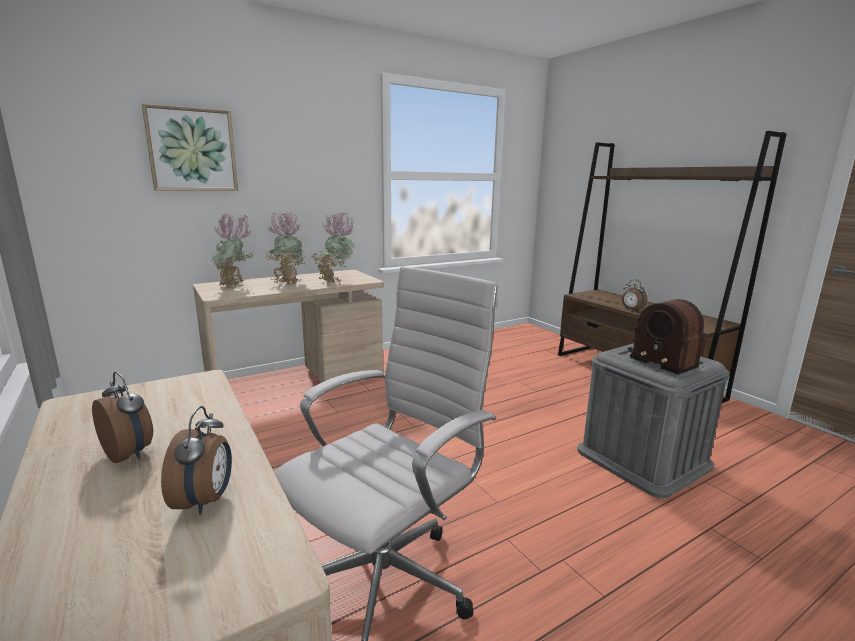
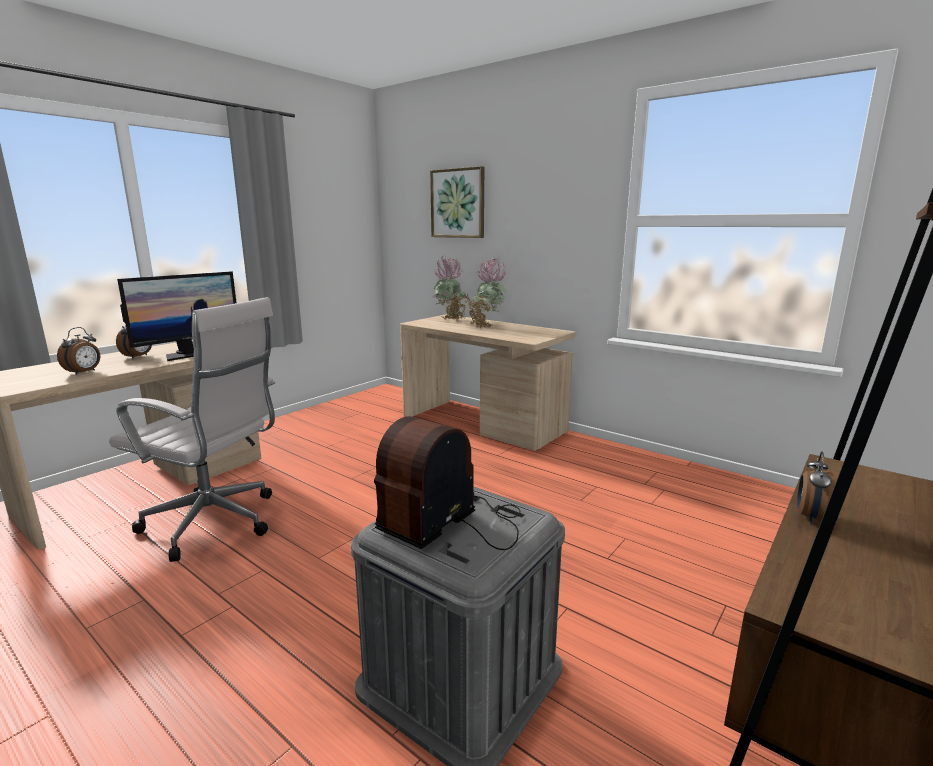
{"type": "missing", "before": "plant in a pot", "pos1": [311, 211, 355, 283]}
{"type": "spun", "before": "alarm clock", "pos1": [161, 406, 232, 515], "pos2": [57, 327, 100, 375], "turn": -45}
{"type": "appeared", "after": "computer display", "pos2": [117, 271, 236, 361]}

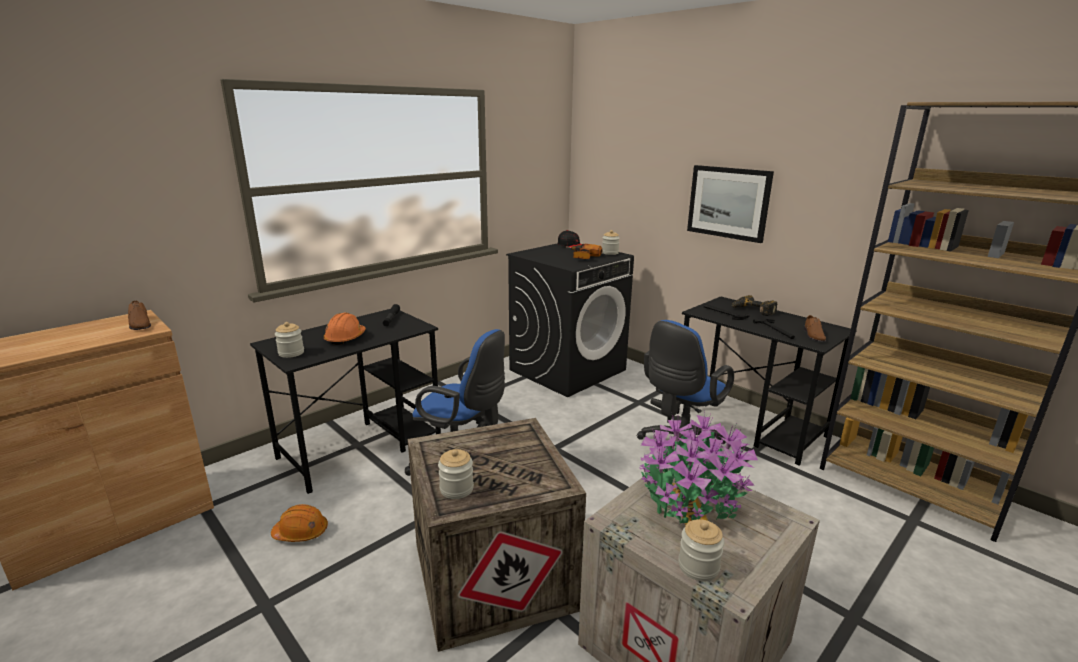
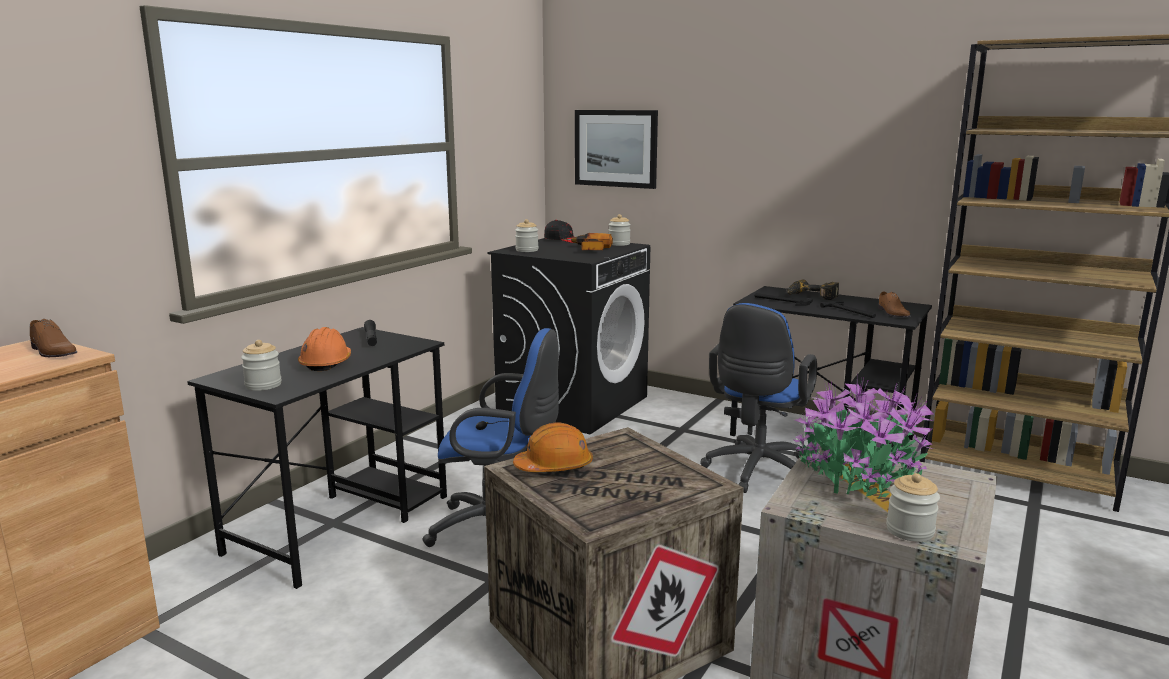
{"type": "relocated", "before": "wall art", "pos1": [687, 165, 774, 243], "pos2": [575, 110, 658, 189]}
{"type": "relocated", "before": "preserve jar", "pos1": [438, 449, 474, 499], "pos2": [515, 219, 539, 252]}
{"type": "relocated", "before": "orange hard hat", "pos1": [271, 504, 328, 542], "pos2": [513, 423, 593, 472]}

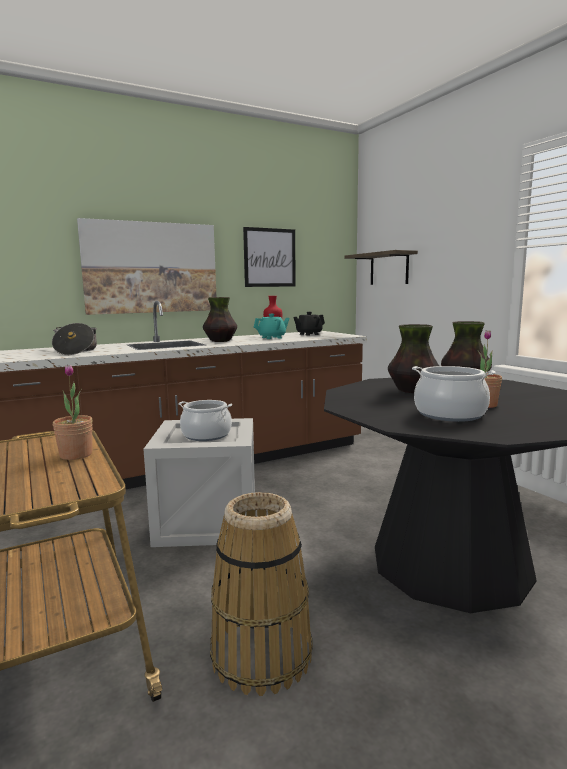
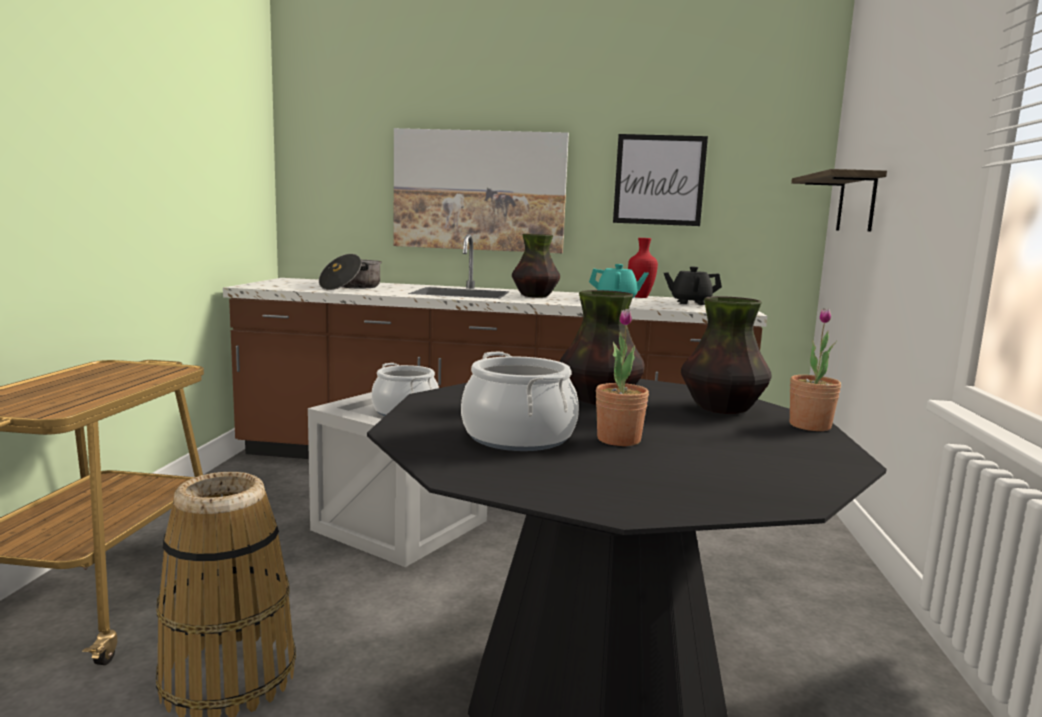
{"type": "relocated", "before": "plant in a pot", "pos1": [53, 365, 93, 460], "pos2": [790, 308, 841, 431]}

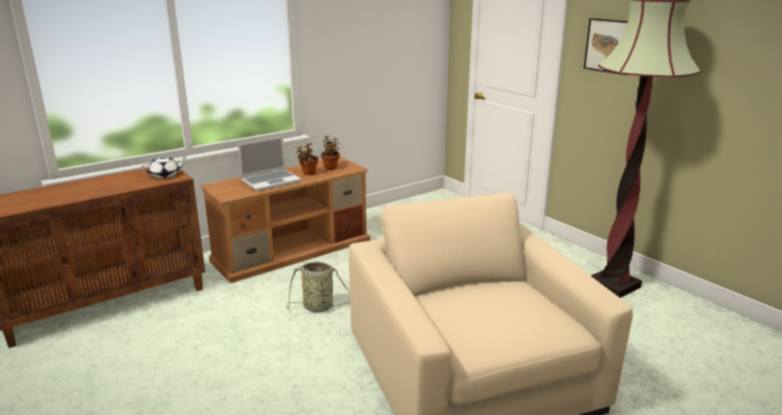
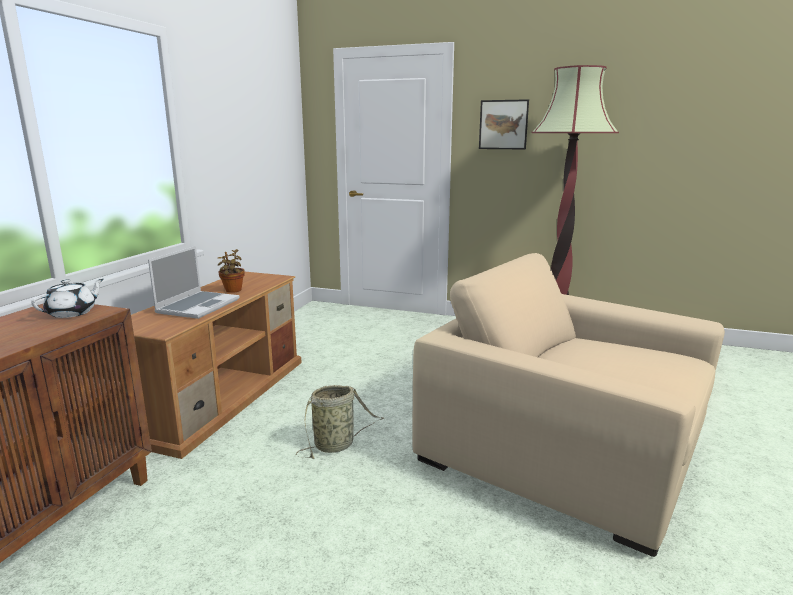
{"type": "missing", "before": "plant in a pot", "pos1": [321, 135, 340, 170]}

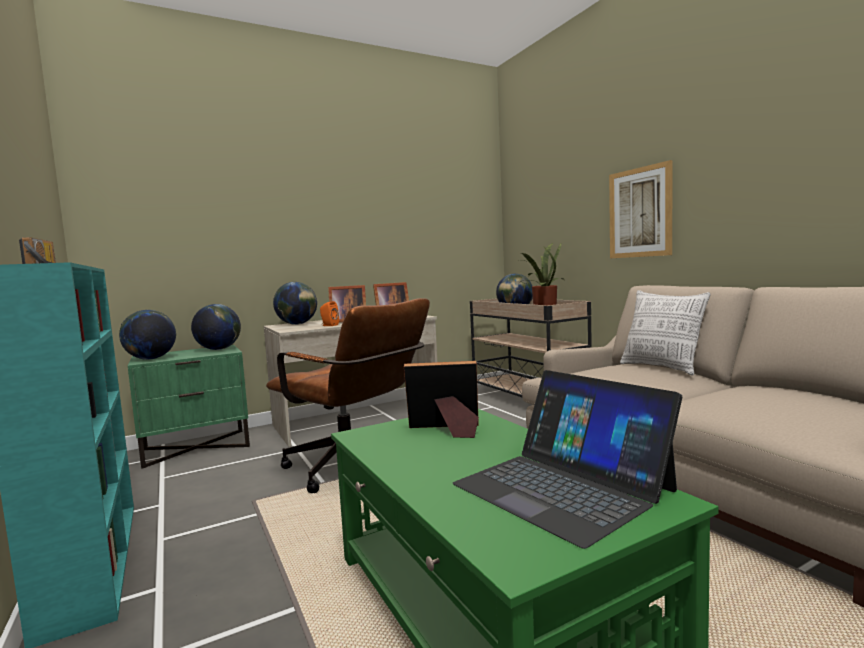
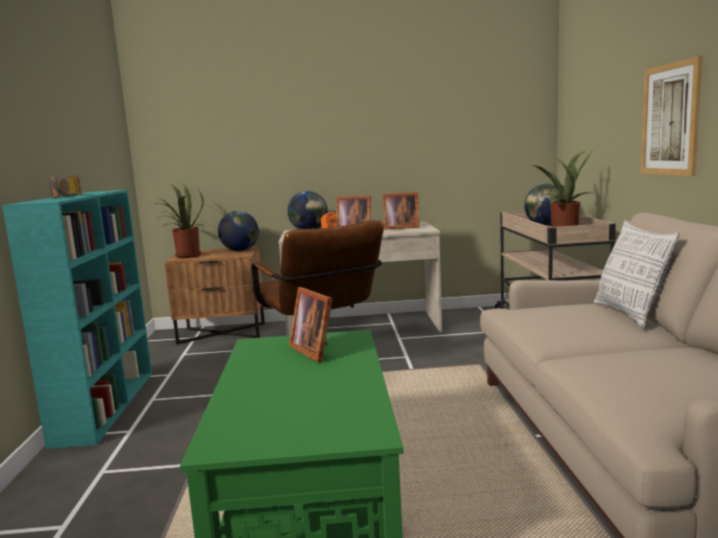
{"type": "exchanged", "before": "desk globe", "after": "plant in a pot", "pos1": [119, 310, 176, 360], "pos2": [152, 184, 204, 258]}
{"type": "colour", "before": "green-coloured night table", "after": "brown night table", "pos1": [128, 345, 250, 469], "pos2": [165, 247, 265, 345]}
{"type": "spun", "before": "standing frame", "pos1": [404, 361, 479, 438], "pos2": [289, 287, 332, 362], "turn": -150}
{"type": "missing", "before": "laptop", "pos1": [452, 370, 682, 549]}

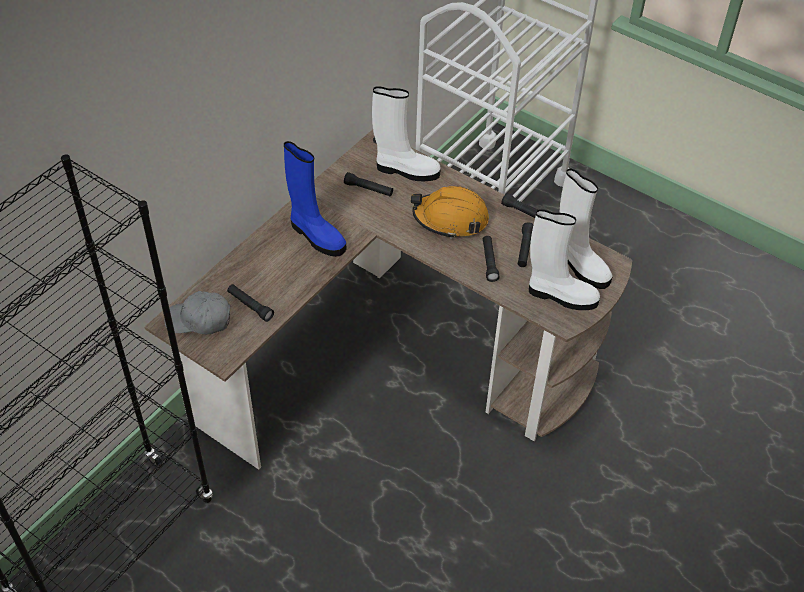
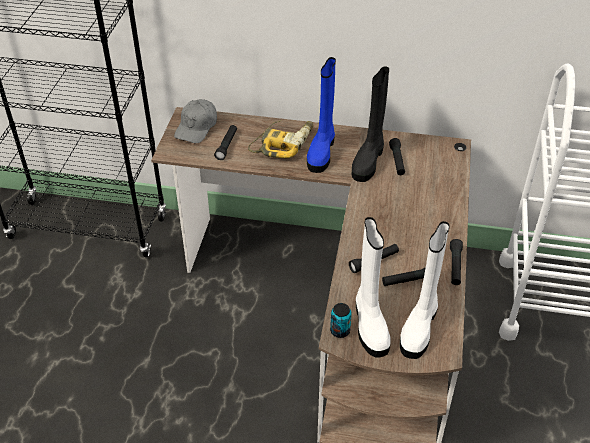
{"type": "missing", "before": "white high-top boot", "pos1": [372, 86, 441, 182]}
{"type": "missing", "before": "orange hard hat", "pos1": [411, 186, 489, 239]}
{"type": "spun", "before": "gray baseball cap", "pos1": [164, 291, 230, 334], "pos2": [174, 99, 217, 143], "turn": -135}
{"type": "appeared", "after": "black high-top boot", "pos2": [352, 66, 389, 182]}
{"type": "appeared", "after": "drill", "pos2": [248, 120, 314, 158]}
{"type": "appeared", "after": "metal can", "pos2": [330, 303, 352, 338]}

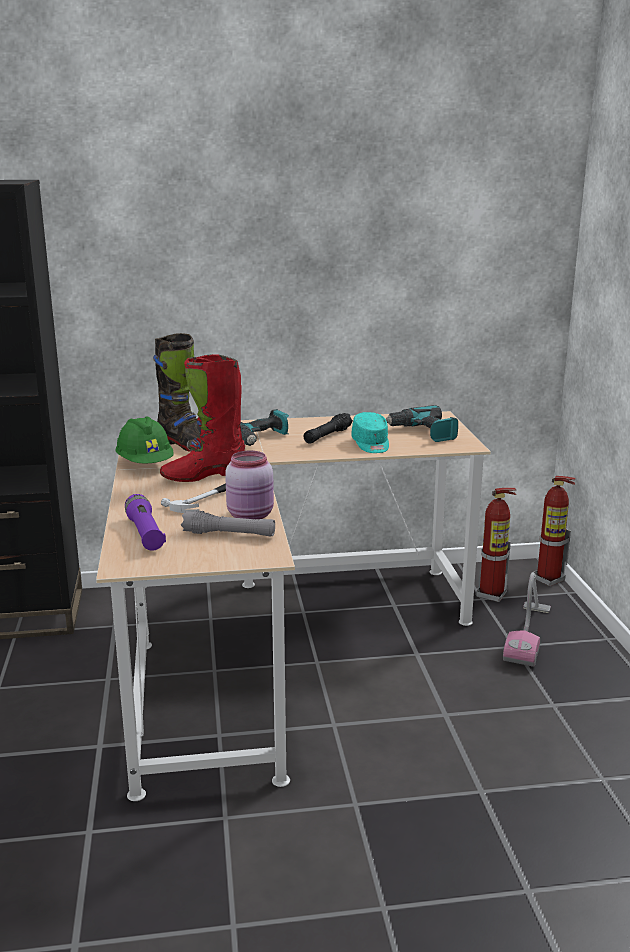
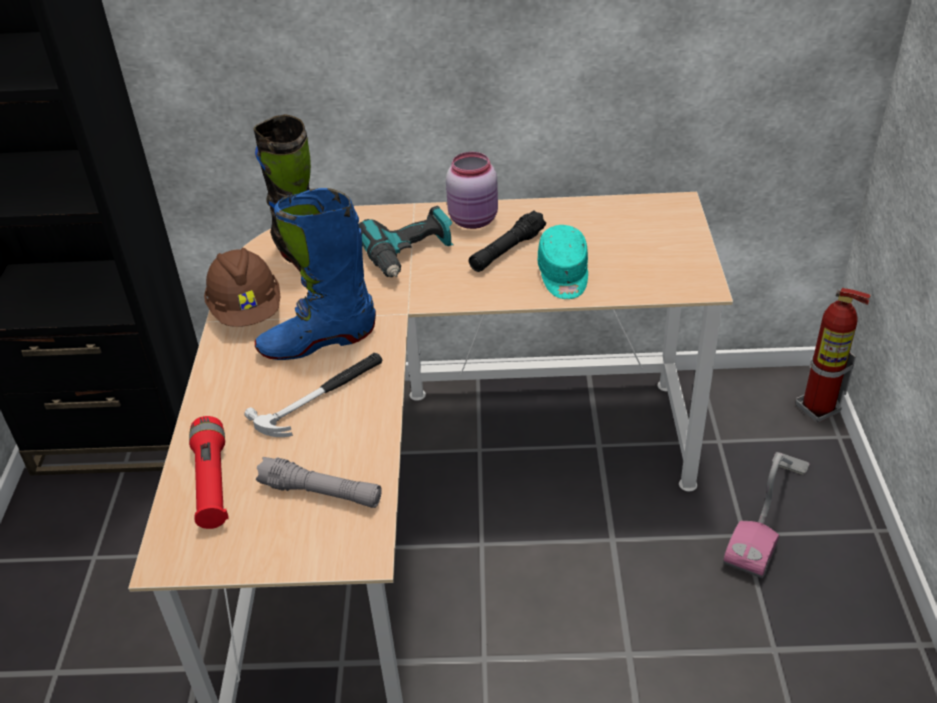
{"type": "colour", "before": "reddish high-top boot", "after": "blue high-top boot", "pos1": [160, 354, 245, 482], "pos2": [255, 188, 376, 360]}
{"type": "missing", "before": "drill", "pos1": [386, 405, 458, 442]}
{"type": "colour", "before": "green-coloured hard hat", "after": "brown hard hat", "pos1": [116, 416, 174, 463], "pos2": [204, 248, 280, 327]}
{"type": "relocated", "before": "pink preserve jar", "pos1": [225, 450, 274, 519], "pos2": [446, 152, 498, 229]}
{"type": "missing", "before": "fire-fighting cylinder", "pos1": [476, 488, 516, 602]}
{"type": "colour", "before": "purple-coloured hand torch", "after": "reddish hand torch", "pos1": [125, 494, 166, 551], "pos2": [189, 416, 229, 529]}

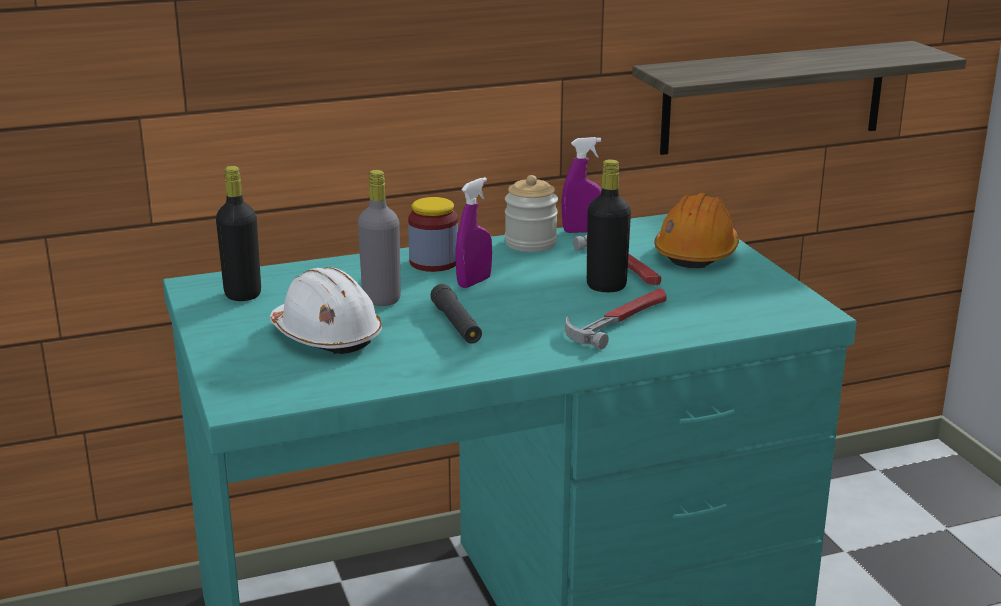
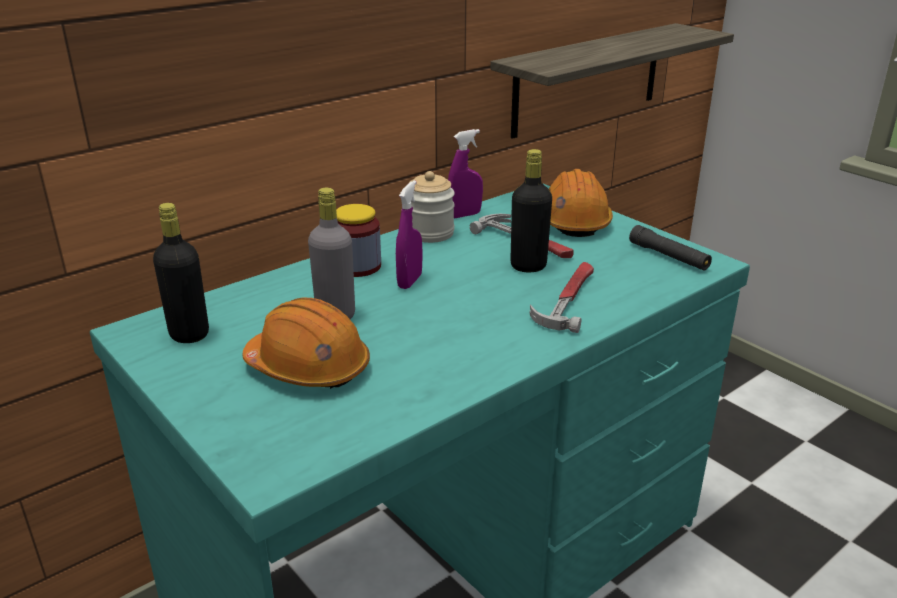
{"type": "colour", "before": "white hard hat", "after": "orange hard hat", "pos1": [270, 267, 382, 354], "pos2": [243, 298, 370, 389]}
{"type": "relocated", "before": "black hand torch", "pos1": [430, 284, 482, 344], "pos2": [629, 225, 712, 271]}

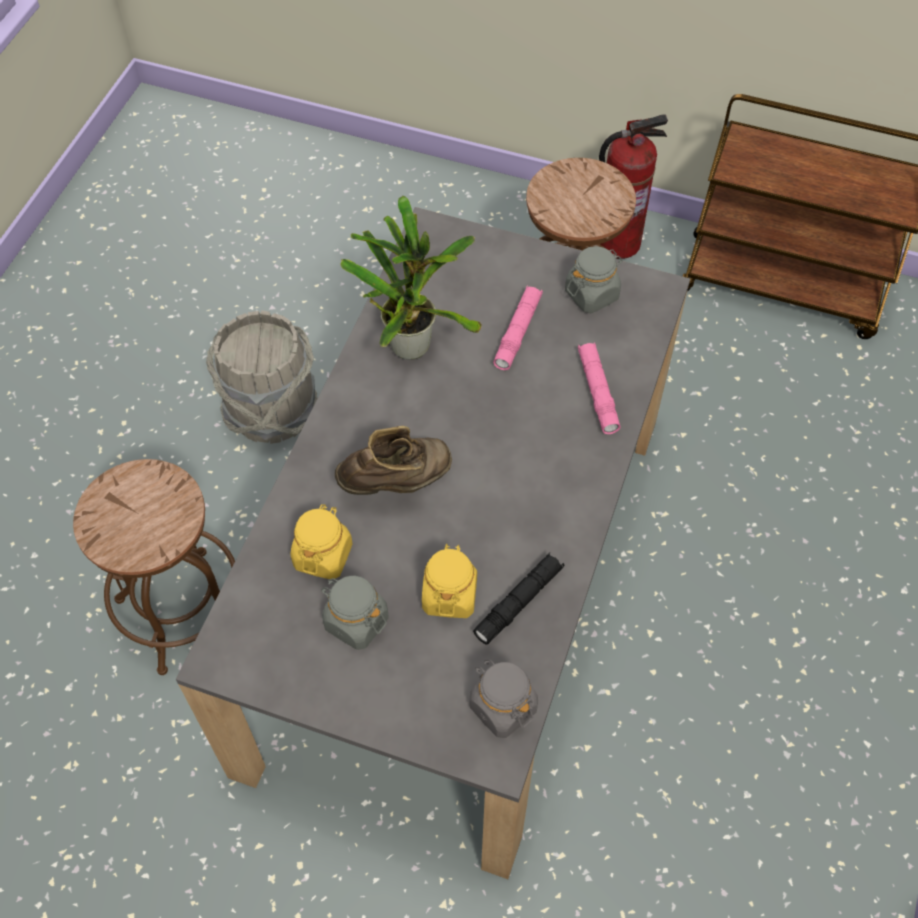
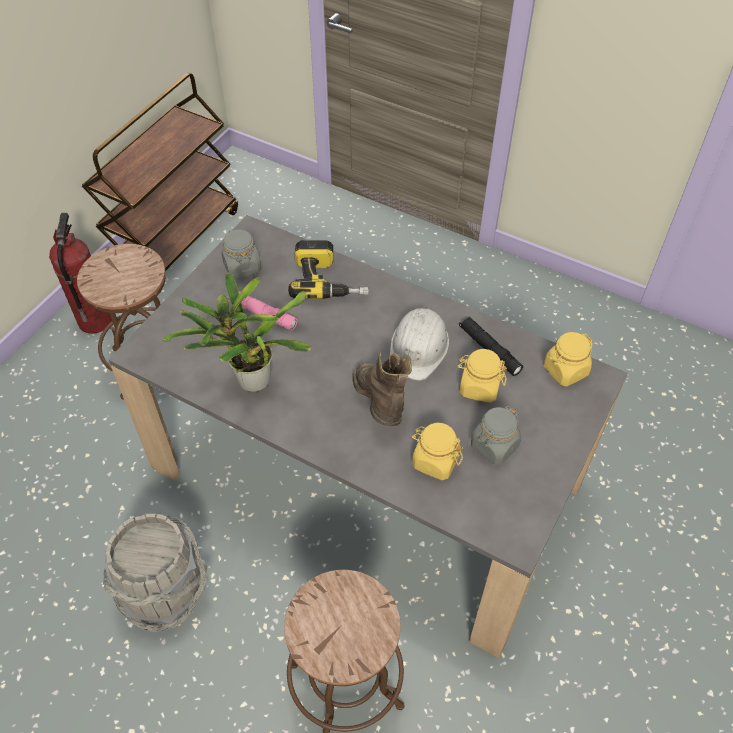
{"type": "exchanged", "before": "pink hand torch", "after": "drill", "pos1": [578, 342, 620, 434], "pos2": [288, 240, 369, 299]}
{"type": "colour", "before": "gray preserve jar", "after": "yellow-coloured preserve jar", "pos1": [470, 659, 538, 738], "pos2": [544, 332, 593, 387]}
{"type": "appeared", "after": "white hard hat", "pos2": [390, 308, 449, 381]}

